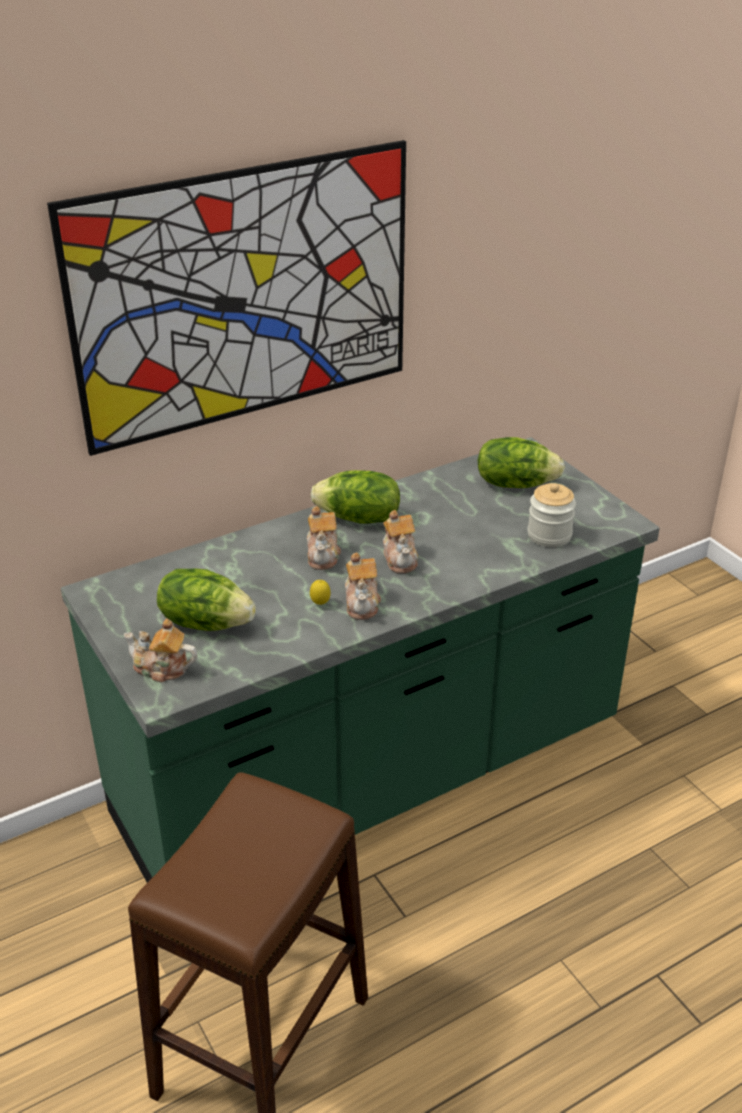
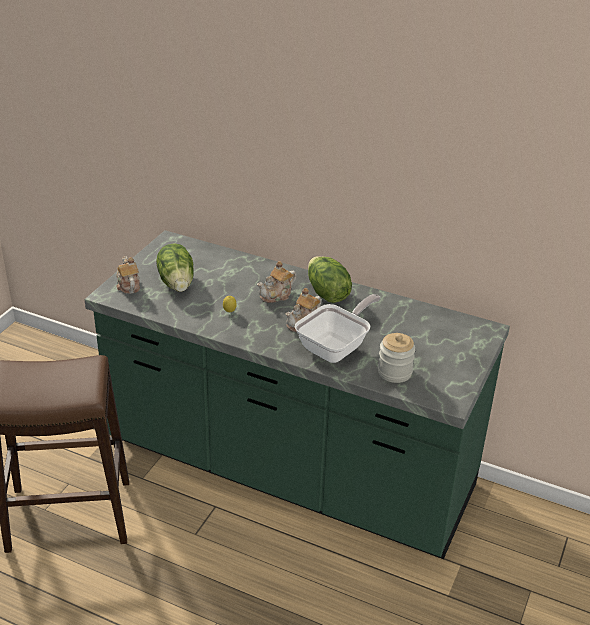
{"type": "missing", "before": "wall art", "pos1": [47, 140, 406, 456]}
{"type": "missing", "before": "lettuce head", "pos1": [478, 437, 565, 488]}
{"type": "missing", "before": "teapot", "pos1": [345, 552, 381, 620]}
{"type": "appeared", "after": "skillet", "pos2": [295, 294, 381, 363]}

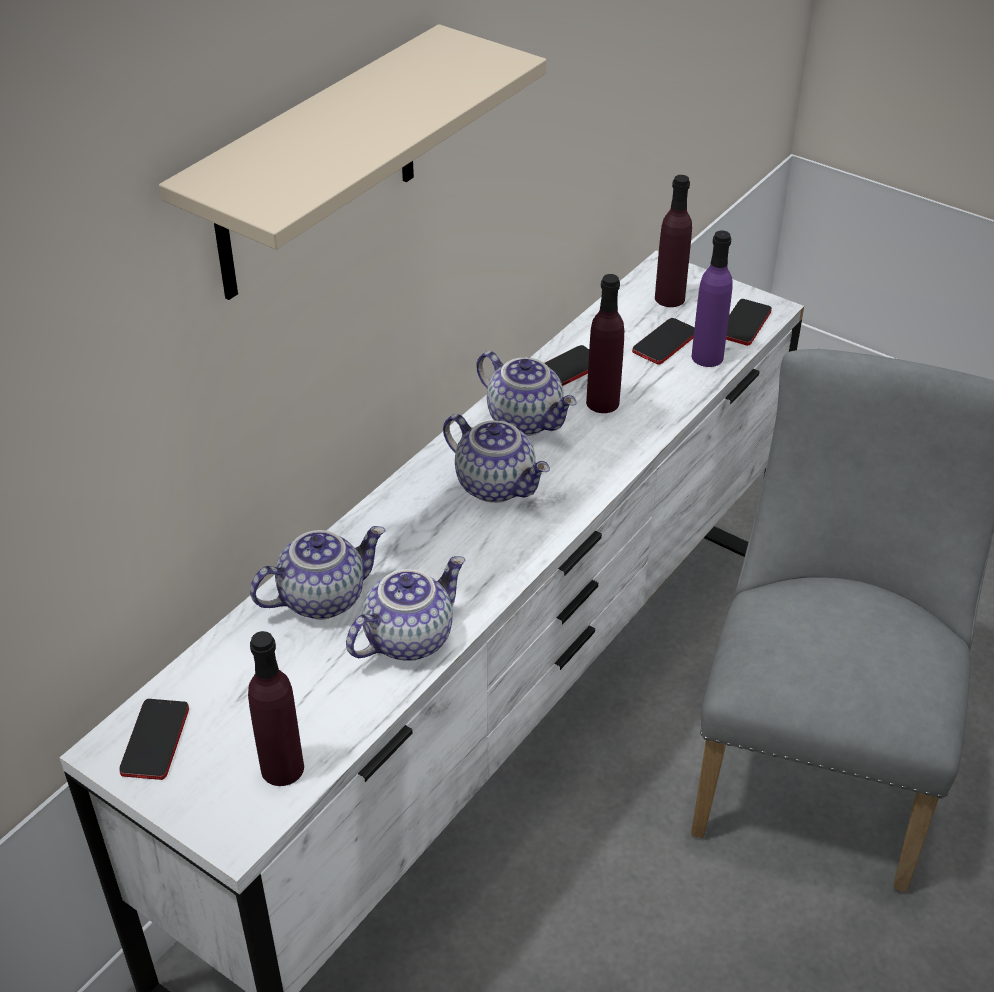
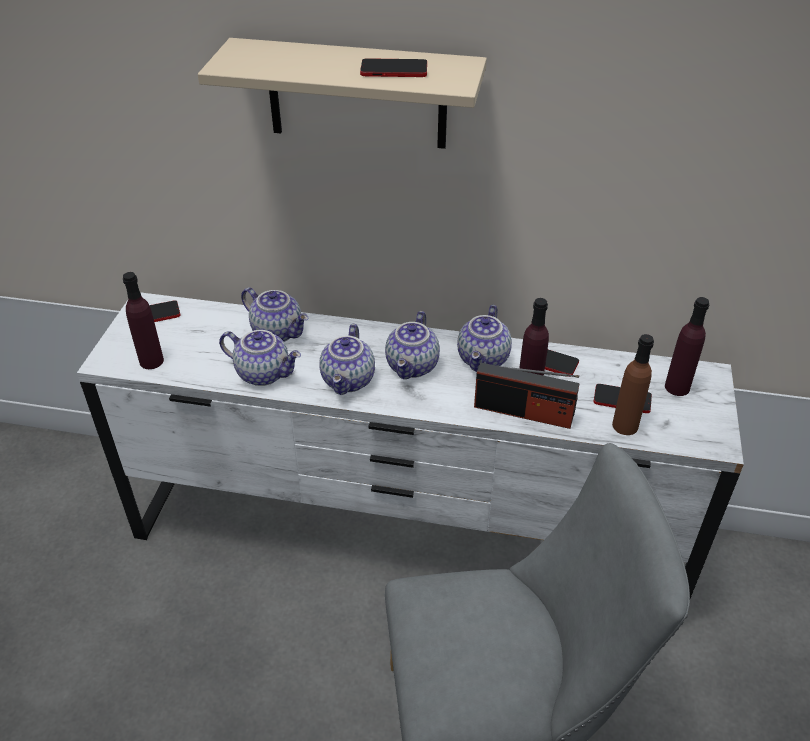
{"type": "colour", "before": "purple-coloured beverage bottle", "after": "brown beverage bottle", "pos1": [692, 231, 733, 367], "pos2": [612, 334, 654, 435]}
{"type": "relocated", "before": "telephone", "pos1": [726, 299, 772, 346], "pos2": [360, 58, 427, 77]}
{"type": "appeared", "after": "teapot", "pos2": [319, 324, 375, 395]}
{"type": "appeared", "after": "radio", "pos2": [474, 362, 580, 429]}

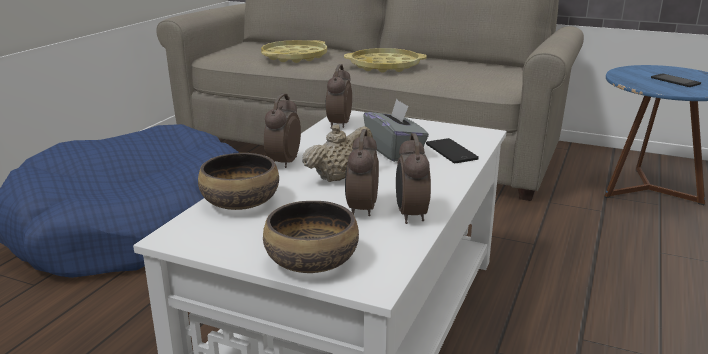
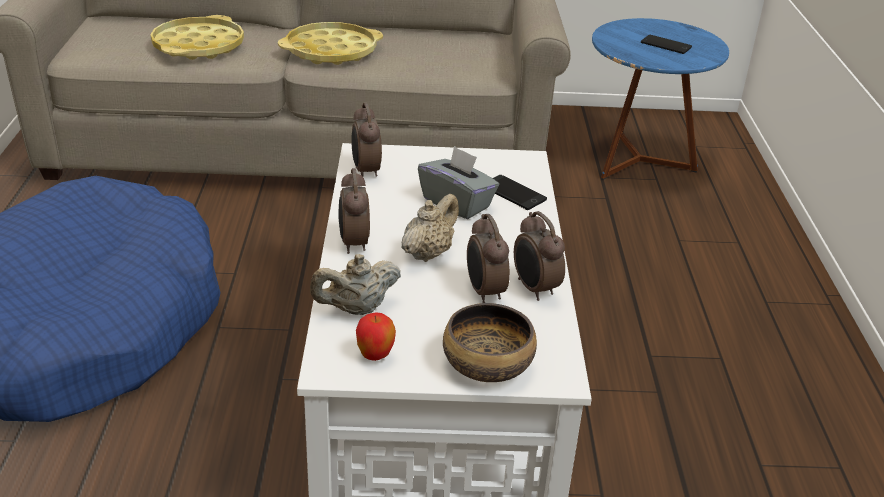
{"type": "exchanged", "before": "bowl", "after": "sand-coloured teapot", "pos1": [198, 153, 279, 210], "pos2": [310, 254, 401, 315]}
{"type": "appeared", "after": "apple fruit", "pos2": [356, 312, 396, 361]}

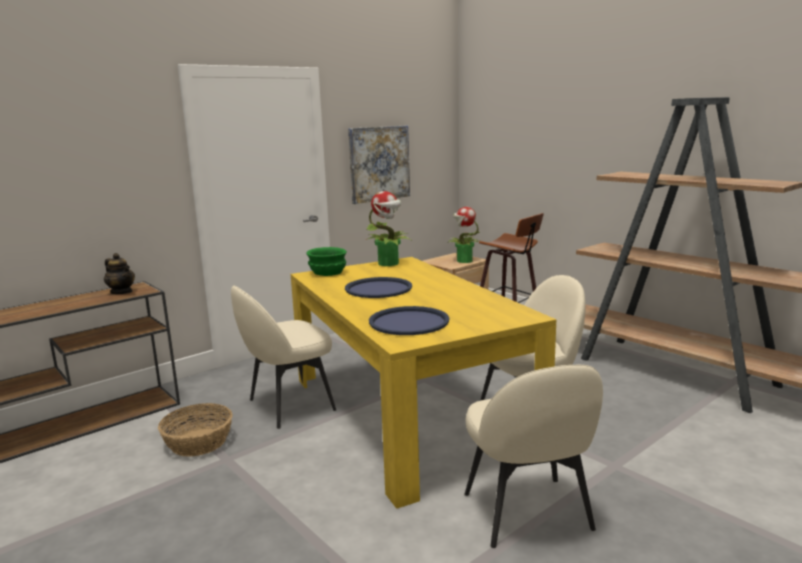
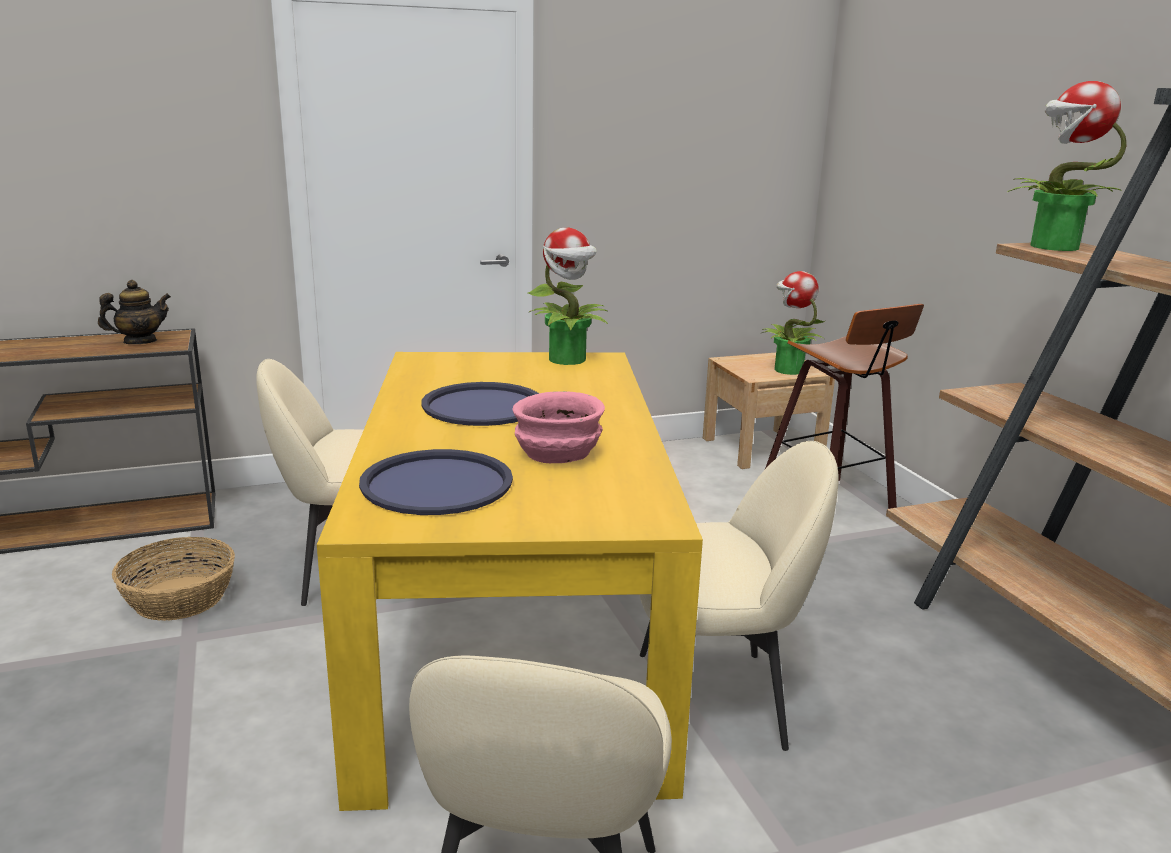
{"type": "missing", "before": "wall art", "pos1": [348, 125, 410, 204]}
{"type": "missing", "before": "green-coloured bowl", "pos1": [306, 247, 347, 276]}
{"type": "spun", "before": "teapot", "pos1": [104, 253, 135, 294], "pos2": [98, 280, 171, 344], "turn": -90}
{"type": "appeared", "after": "plant in a pot", "pos2": [1008, 81, 1127, 251]}
{"type": "appeared", "after": "pink bowl", "pos2": [512, 391, 605, 463]}

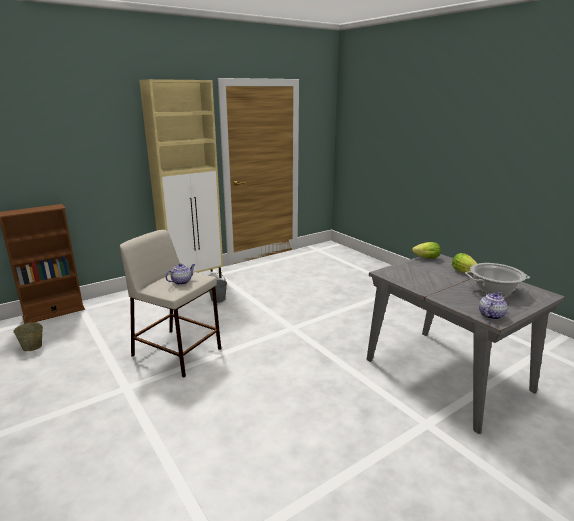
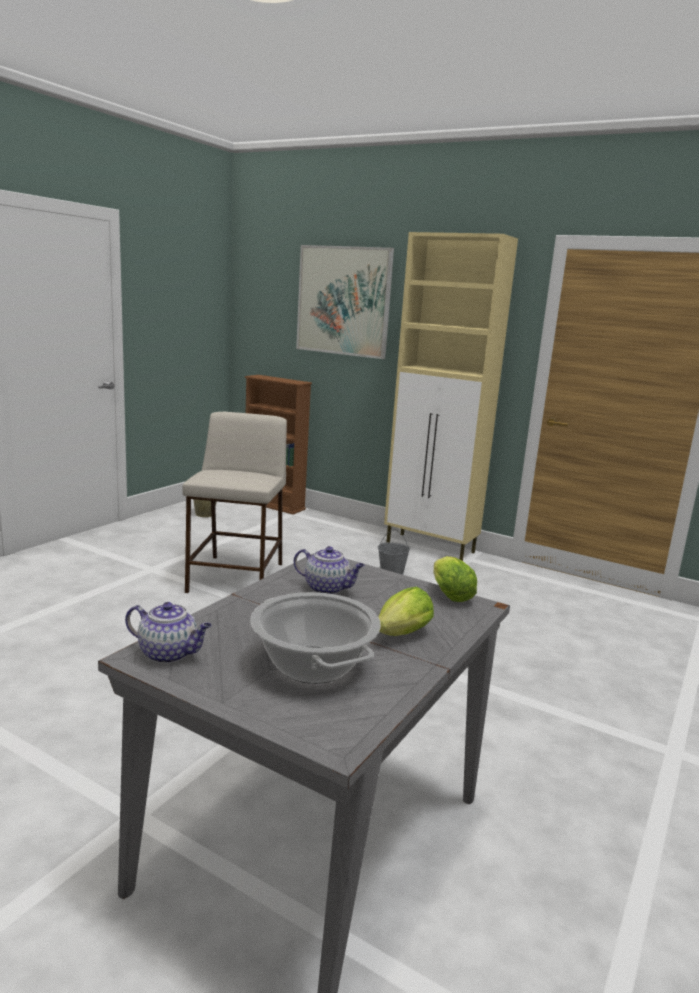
{"type": "relocated", "before": "teapot", "pos1": [165, 263, 195, 285], "pos2": [294, 546, 365, 594]}
{"type": "appeared", "after": "wall art", "pos2": [296, 245, 394, 359]}

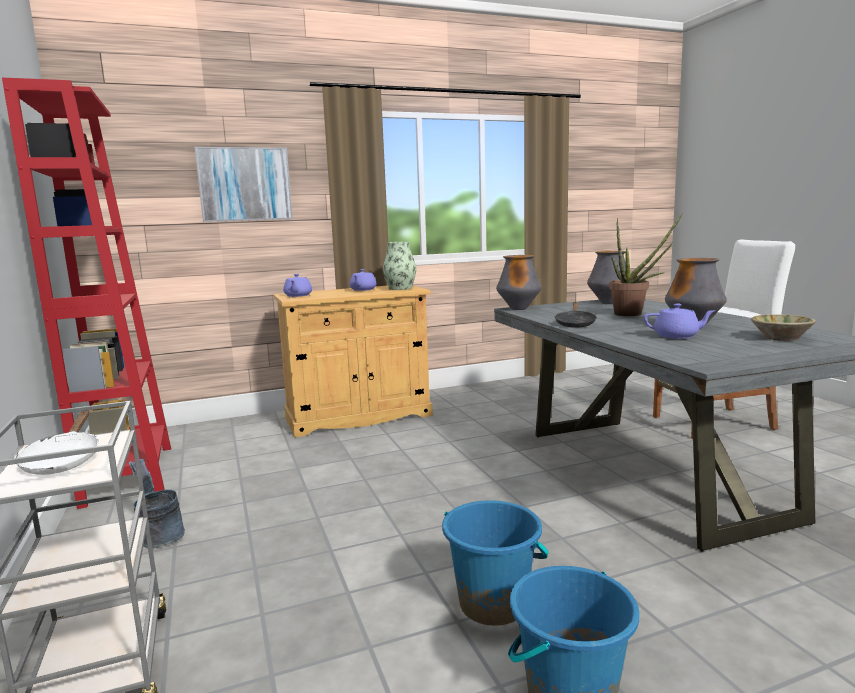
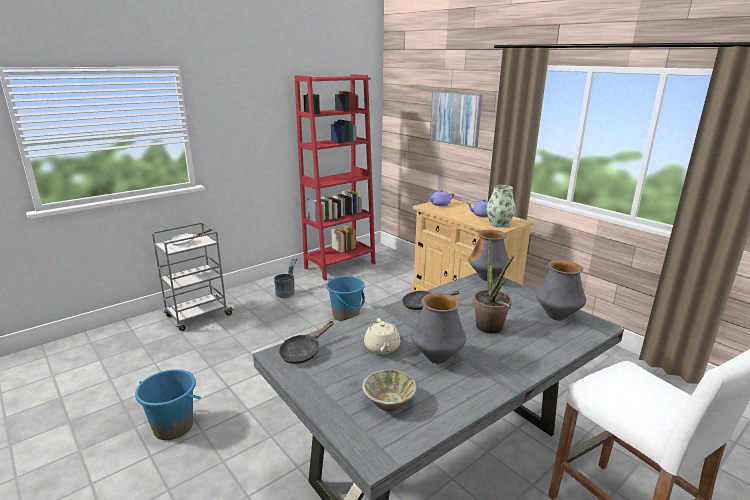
{"type": "colour", "before": "purple-coloured teapot", "after": "sand-coloured teapot", "pos1": [643, 303, 716, 339], "pos2": [364, 318, 400, 354]}
{"type": "relocated", "before": "blue pail", "pos1": [442, 500, 549, 626], "pos2": [326, 276, 365, 322]}
{"type": "appeared", "after": "black skillet", "pos2": [279, 321, 334, 364]}

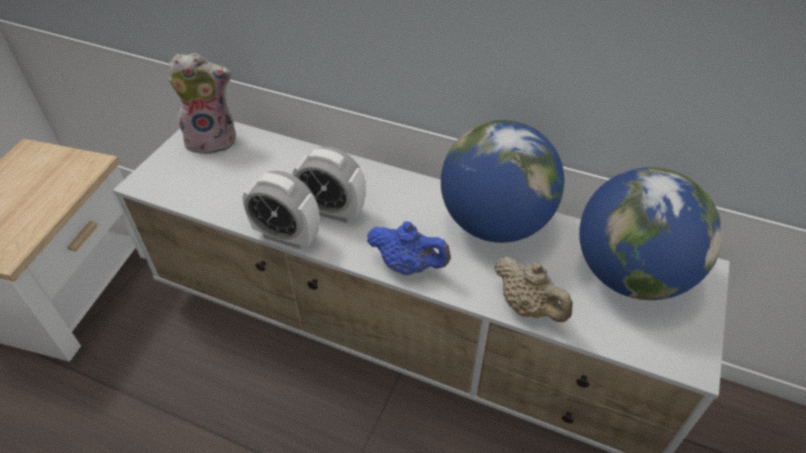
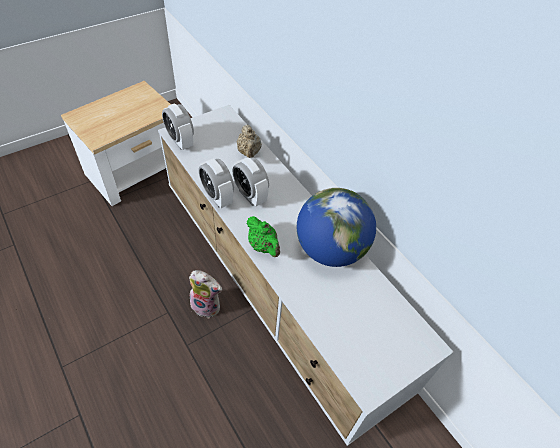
{"type": "relocated", "before": "cuddly toy", "pos1": [168, 53, 236, 154], "pos2": [189, 270, 222, 318]}
{"type": "missing", "before": "desk globe", "pos1": [579, 167, 722, 300]}
{"type": "colour", "before": "blue teapot", "after": "green-coloured teapot", "pos1": [367, 221, 451, 275], "pos2": [246, 216, 280, 257]}
{"type": "relocated", "before": "sand-coloured teapot", "pos1": [494, 256, 573, 322], "pos2": [237, 125, 262, 158]}
{"type": "appeared", "after": "alarm clock", "pos2": [162, 103, 194, 150]}

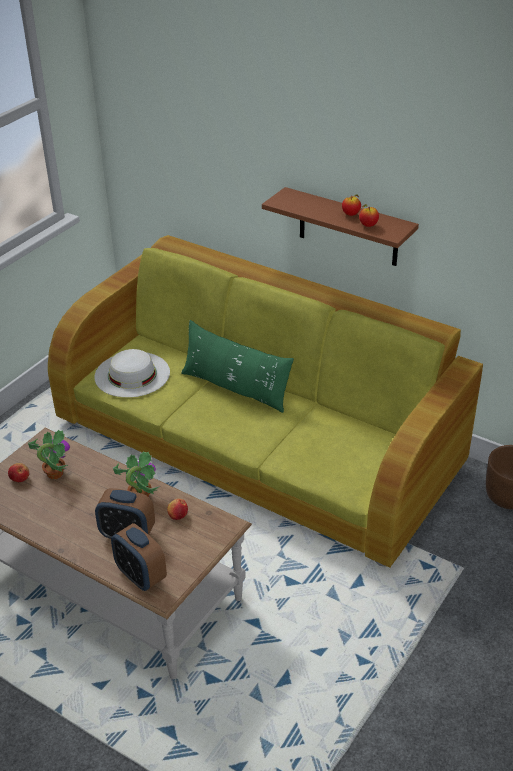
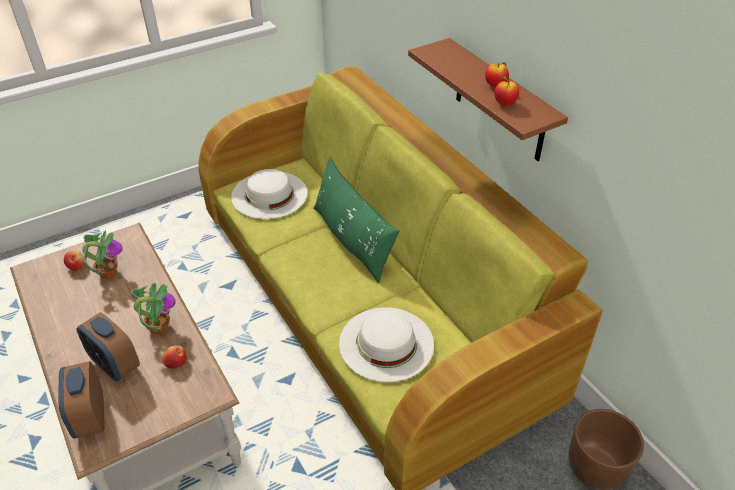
{"type": "appeared", "after": "white hat", "pos2": [339, 307, 434, 382]}

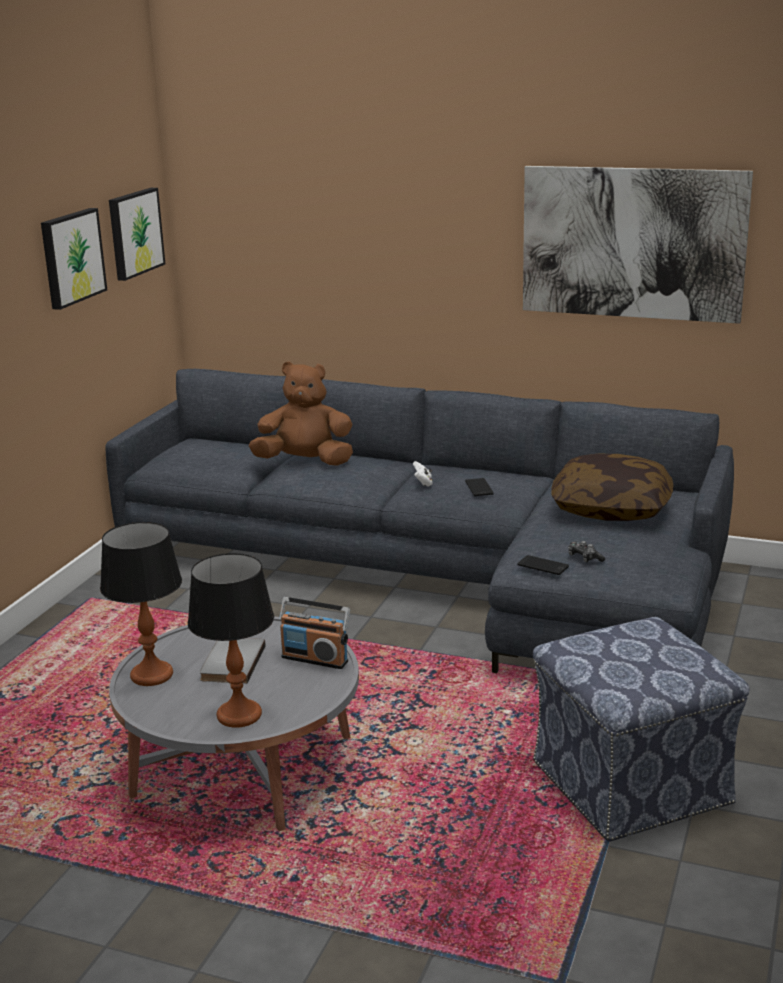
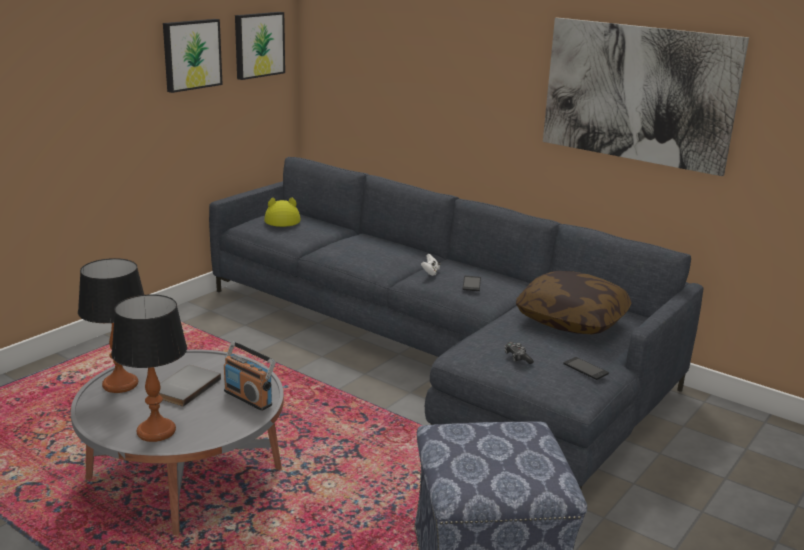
{"type": "missing", "before": "brown cuddly toy", "pos1": [249, 361, 353, 466]}
{"type": "relocated", "before": "telephone", "pos1": [517, 555, 569, 575], "pos2": [563, 357, 609, 380]}
{"type": "appeared", "after": "yellow-coloured hat", "pos2": [264, 197, 301, 227]}

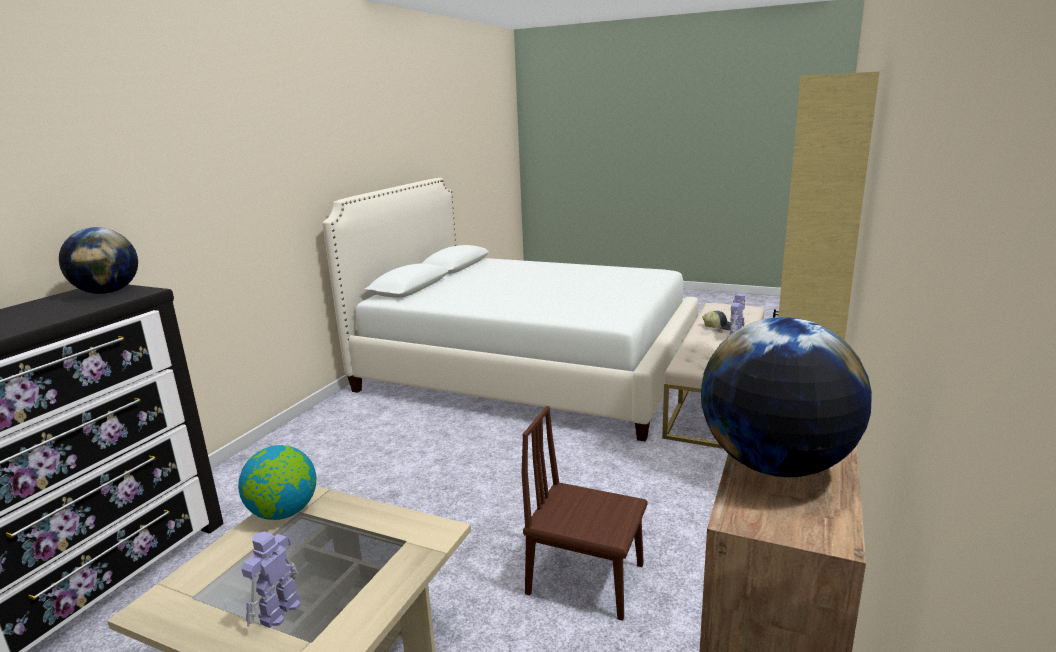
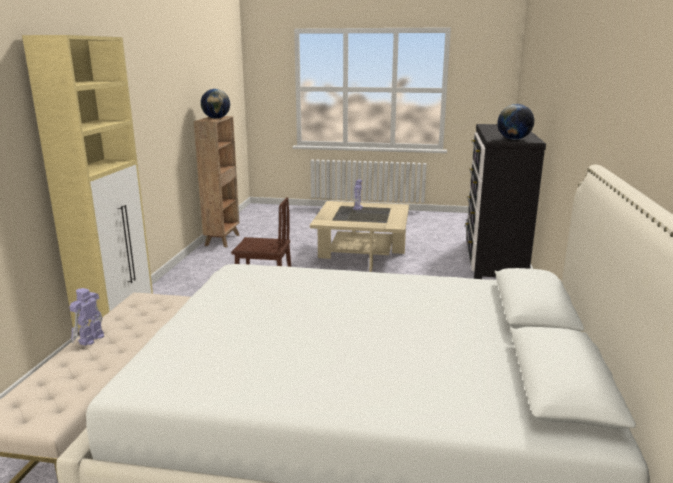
{"type": "missing", "before": "baseball cap", "pos1": [702, 311, 732, 330]}
{"type": "missing", "before": "desk globe", "pos1": [238, 445, 316, 520]}

